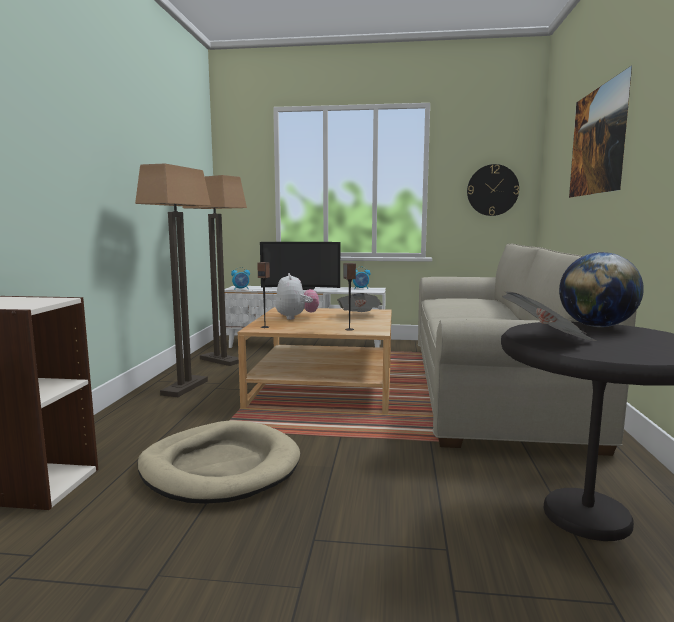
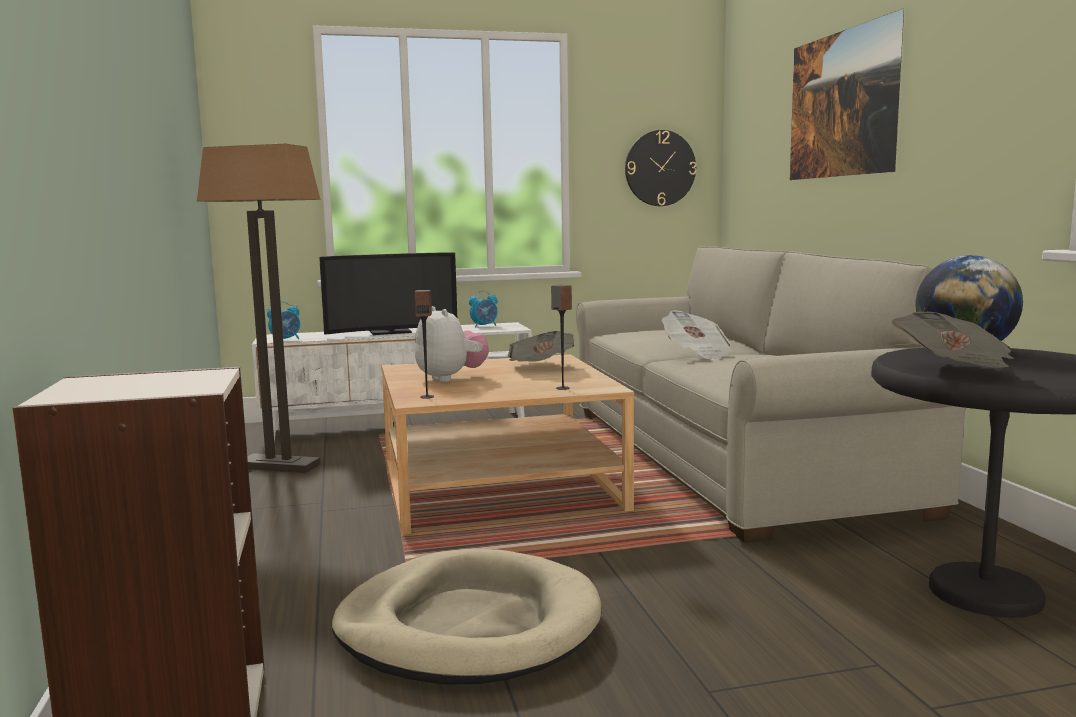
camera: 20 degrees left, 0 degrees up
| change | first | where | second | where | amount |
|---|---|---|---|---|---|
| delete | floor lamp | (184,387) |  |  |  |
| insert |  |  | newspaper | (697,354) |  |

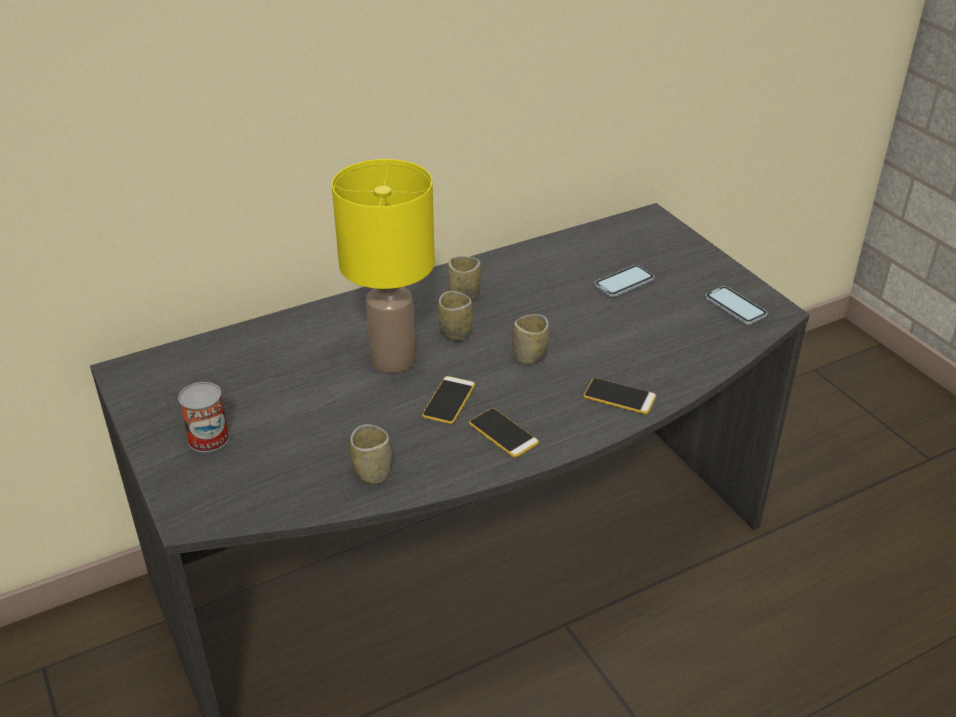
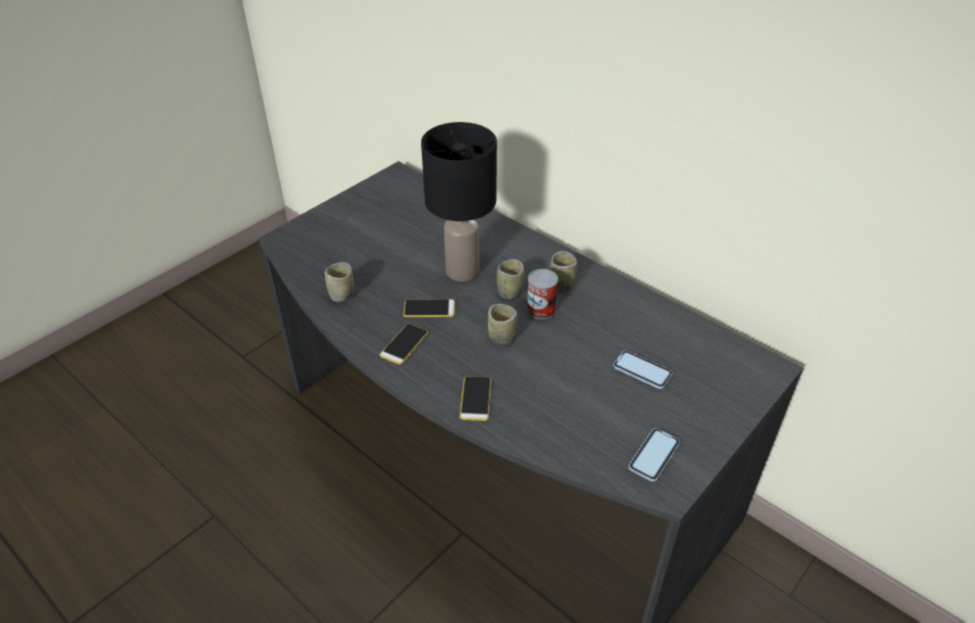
camera: 70 degrees right, 5 degrees up
| change | first | where | second | where | amount |
|---|---|---|---|---|---|
| move | can | (208,438) |  | (541,309) |  |
| recolor | yellow table lamp | (394,360) | black table lamp | (462,272) |  |

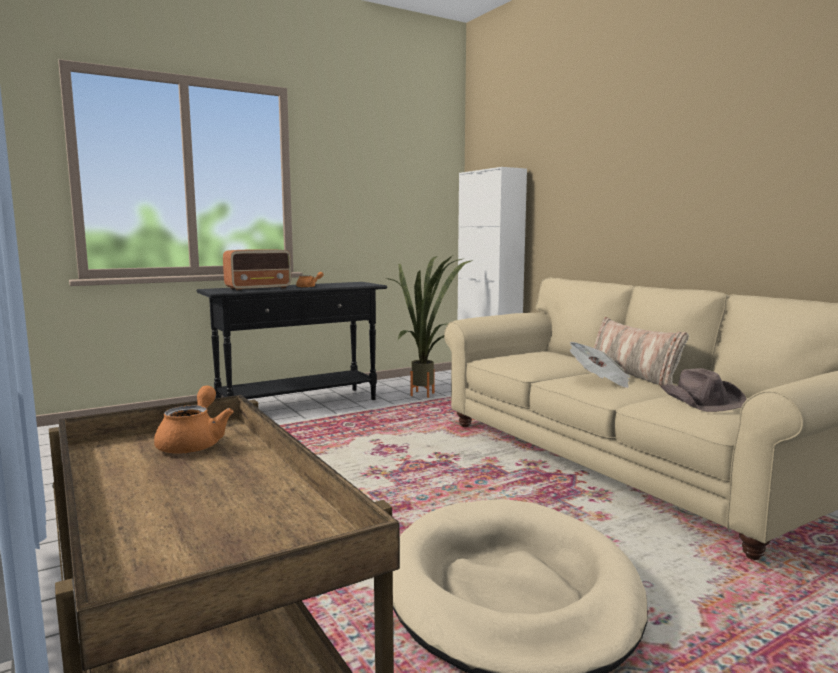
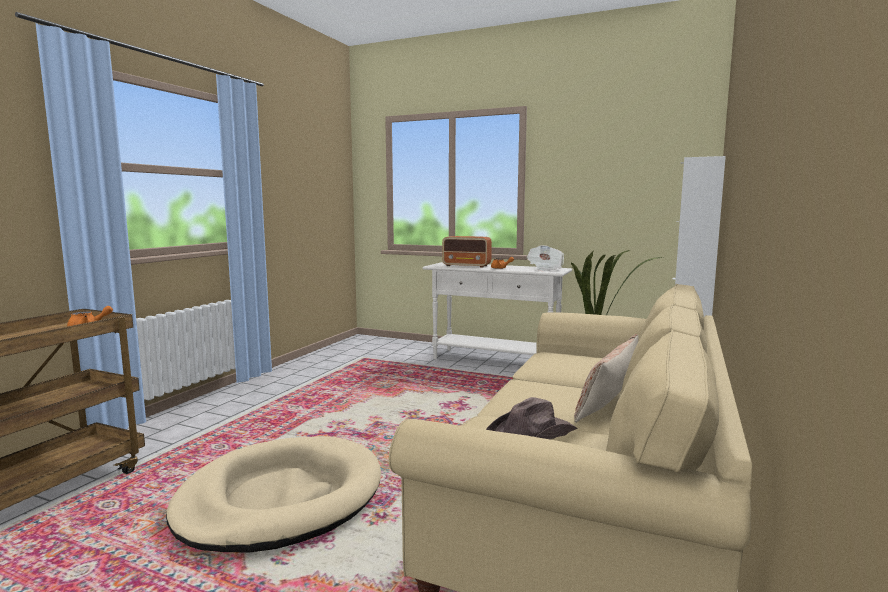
camera: 55 degrees right, 0 degrees up
| change | first | where | second | where | amount |
|---|---|---|---|---|---|
| recolor | black console table | (299,404) | white console table | (495,361) |  |
| move | newspaper | (600,381) |  | (545,269) |  |

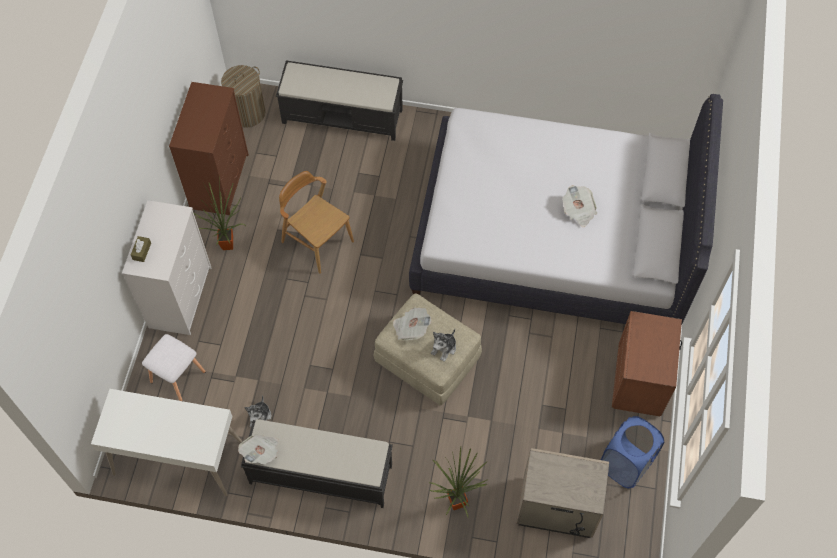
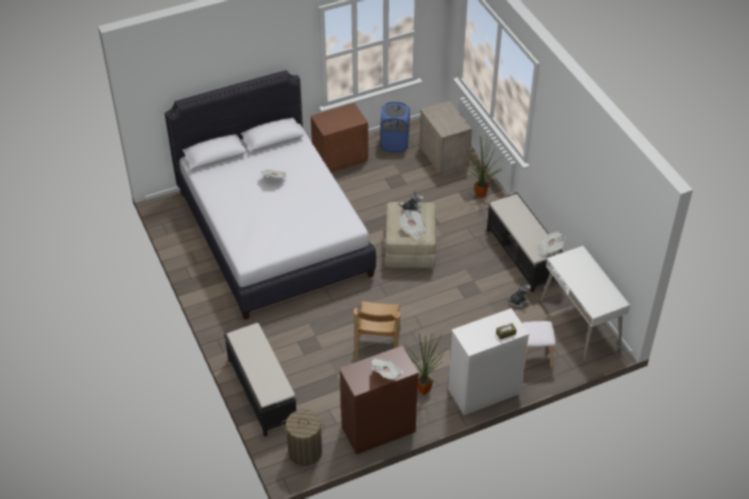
camera: 125 degrees left, 15 degrees down
| change | first | where | second | where | amount |
|---|---|---|---|---|---|
| insert |  |  | newspaper | (387,374) |  |

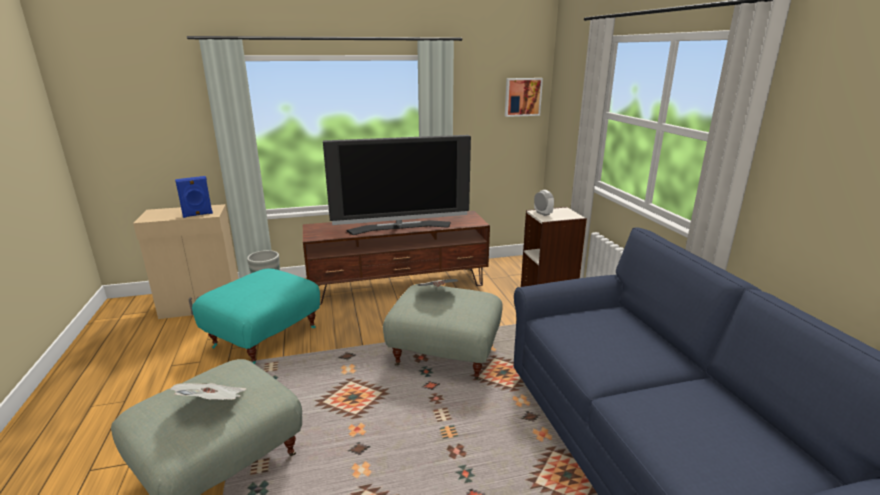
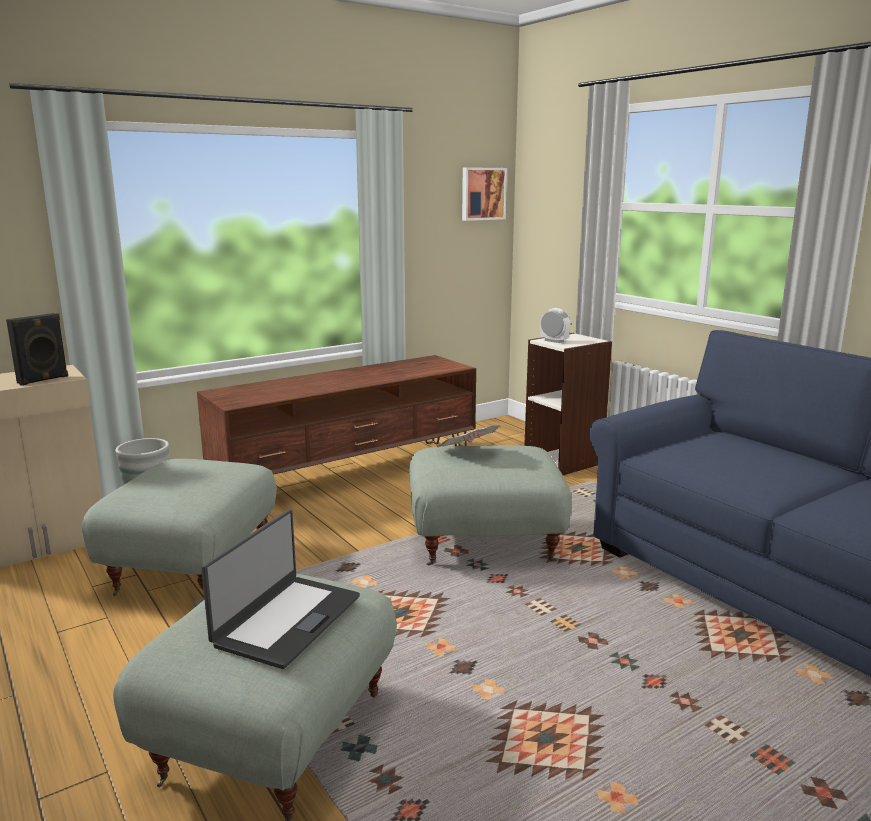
camera: 20 degrees left, 5 degrees down
| change | first | where | second | where | amount |
|---|---|---|---|---|---|
| replace | newspaper | (214,404) | laptop | (286,620) |  |
| recolor | blue speaker | (197,215) | black speaker | (43,380) |  |
| recolor | turquoise ottoman | (264,337) | grey ottoman | (191,567) |  |
| delete | television | (400,228) |  |  |  |

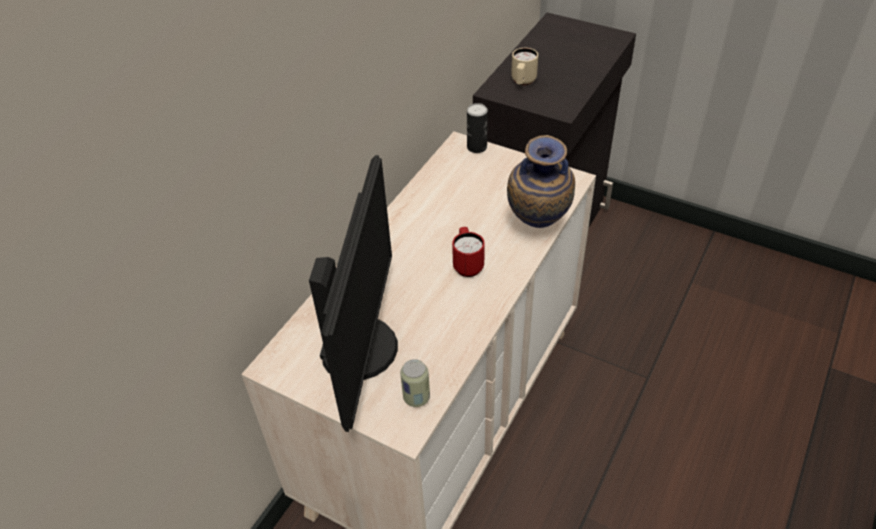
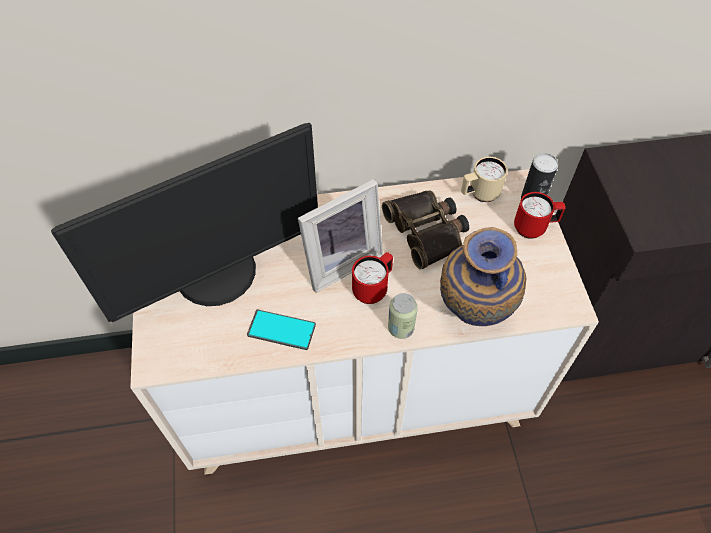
camera: 50 degrees right, 10 degrees up
| change | first | where | second | where | amount |
|---|---|---|---|---|---|
| move | can | (416,398) |  | (400,328) |  |
| move | beige mug | (522,82) |  | (479,194) |  |
| insert |  |  | phone | (281,330) |  |
| insert |  |  | picture frame | (340,261) |  |
| insert |  |  | binoculars | (427,231) |  |
| insert |  |  | red mug | (534,228) |  |

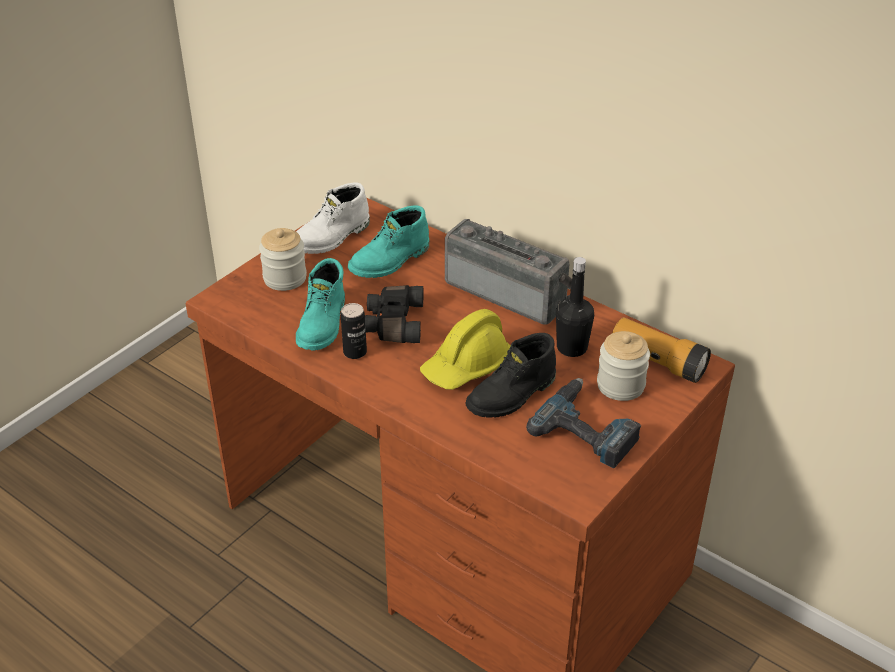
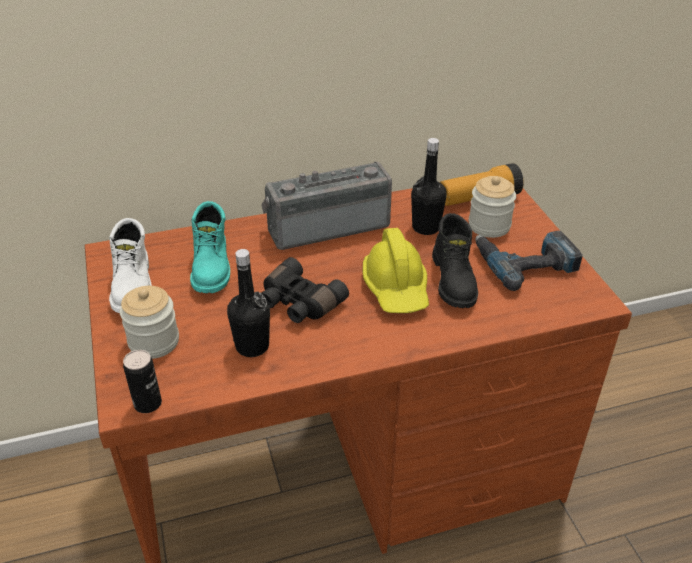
camera: 55 degrees left, 0 degrees up
| change | first | where | second | where | amount |
|---|---|---|---|---|---|
| replace | turquoise boot | (323,324) | black bottle | (252,346) |  |
| move | can | (355,352) |  | (148,403) |  |

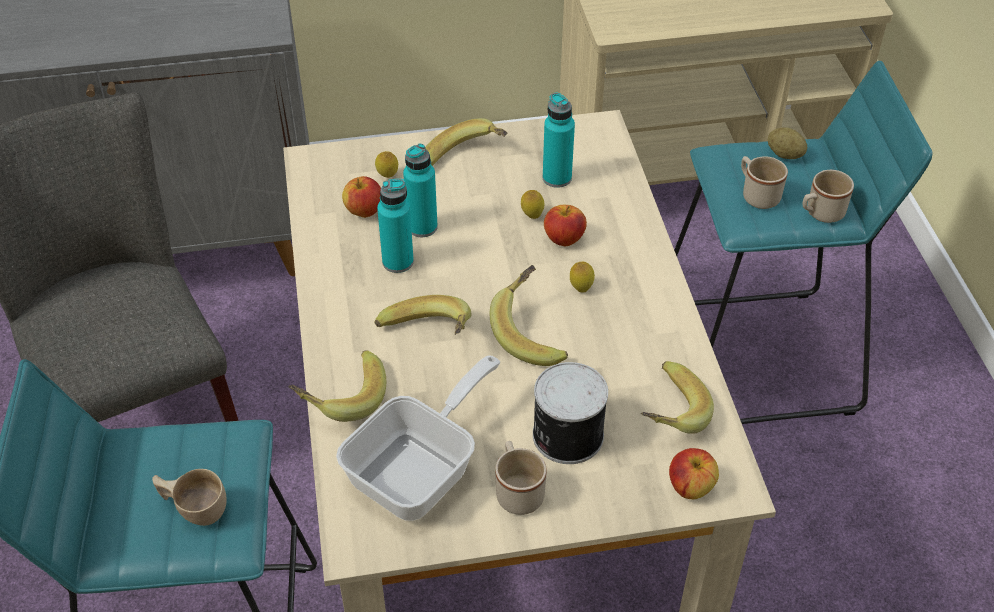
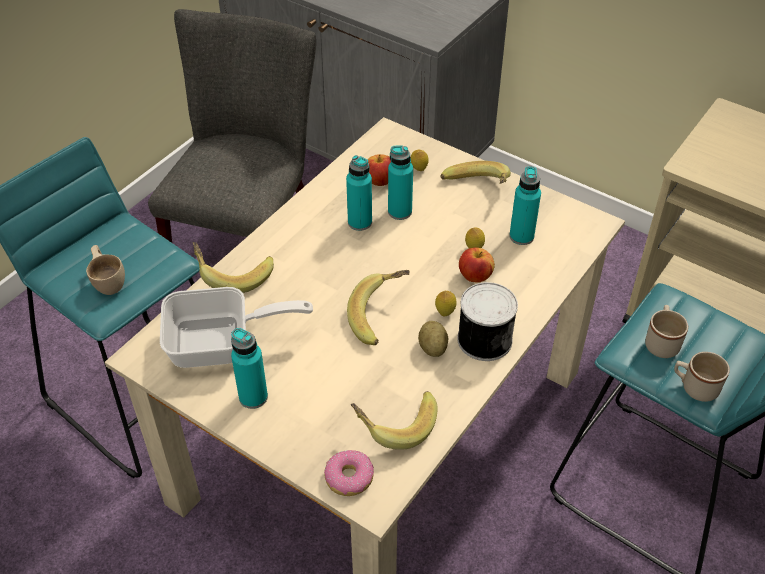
camera: 45 degrees right, 0 degrees up
| change | first | where | second | where | amount |
|---|---|---|---|---|---|
| delete | banana | (427,338) |  |  |  |
| replace | beige mug | (517,490) | turquoise bottle | (253,397) |  |
| move | can | (566,435) |  | (483,338) |  |
| replace | apple | (690,487) | donut | (349,478) |  |
| move | potato | (784,154) |  | (432,348) |  |

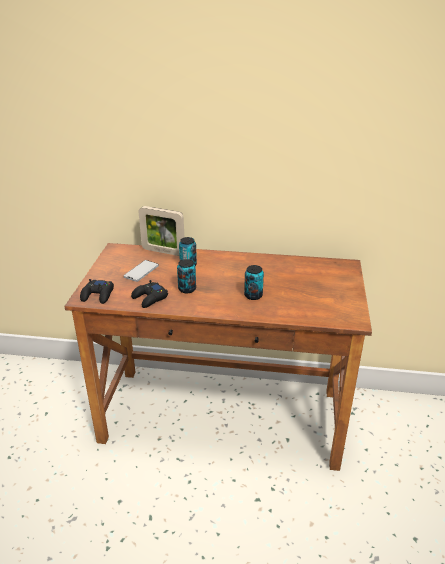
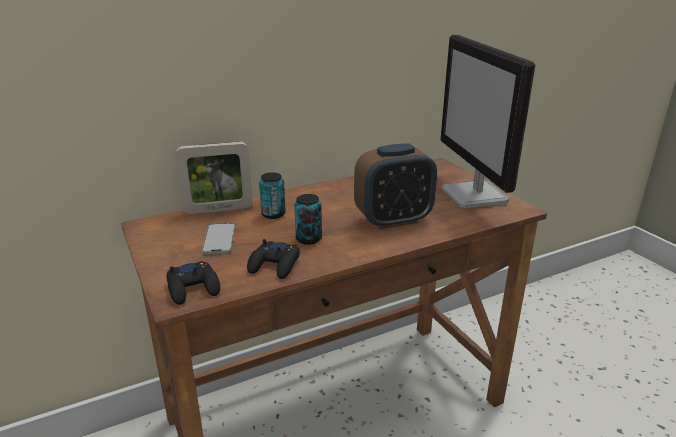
camera: 35 degrees left, 5 degrees down
| change | first | where | second | where | amount |
|---|---|---|---|---|---|
| replace | can | (253,295) | alarm clock | (393,220) |  |
| insert |  |  | monitor | (475,196) |  |

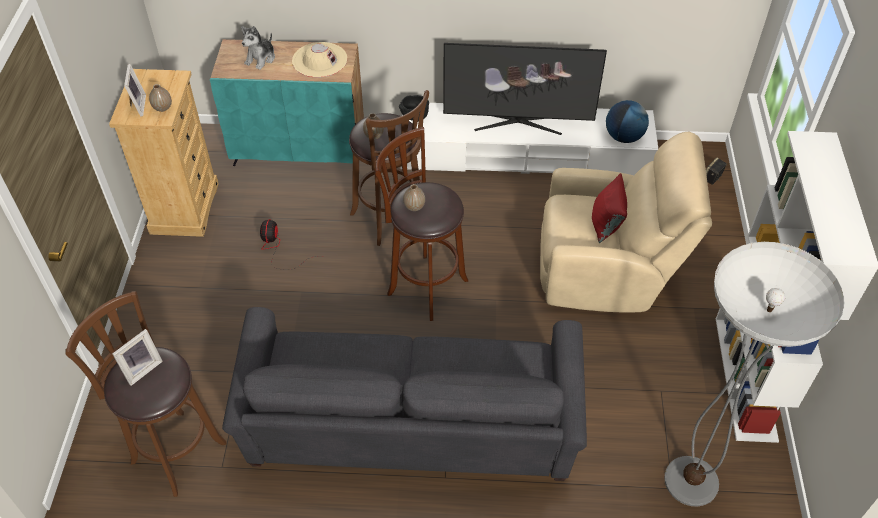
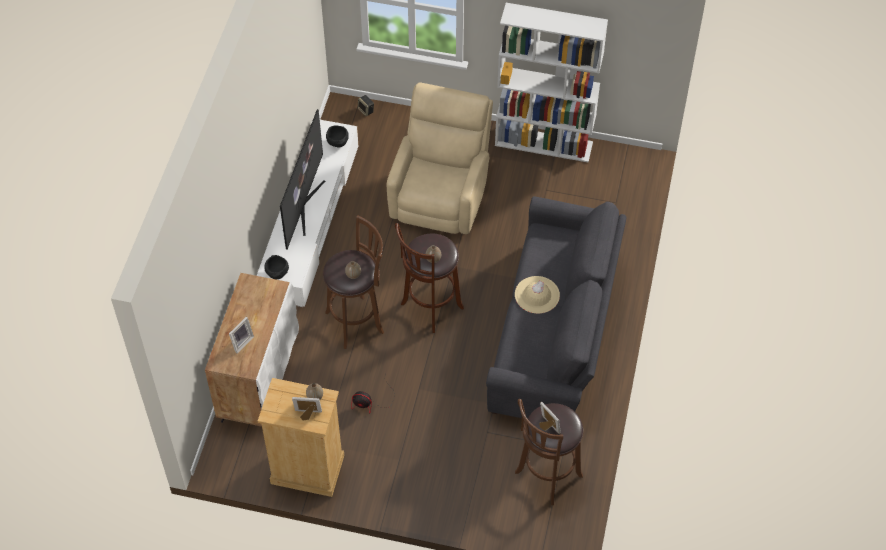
camera: 80 degrees left, 5 degrees up
| change | first | where | second | where | amount |
|---|---|---|---|---|---|
| recolor | turquoise cabinet | (300,150) | white cabinet | (259,378) |  |
| replace | plush toy | (261,59) | picture frame | (241,342) |  |
| move | beige hat | (319,60) |  | (537,295) |  |
| delete | red pillow | (606,224) |  |  |  |
| replace | globe | (623,137) | black bowl | (338,143) |  |
| delete | floor lamp | (691,481) |  |  |  |

